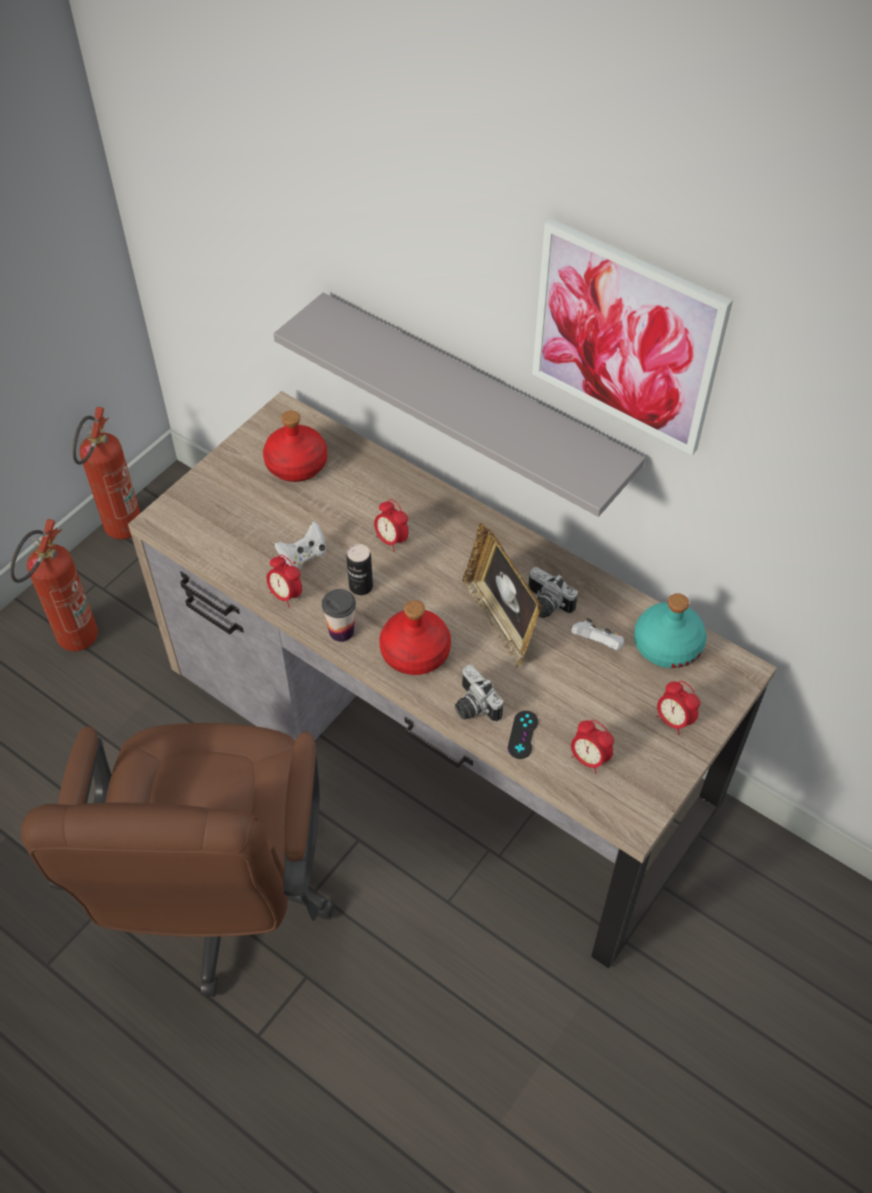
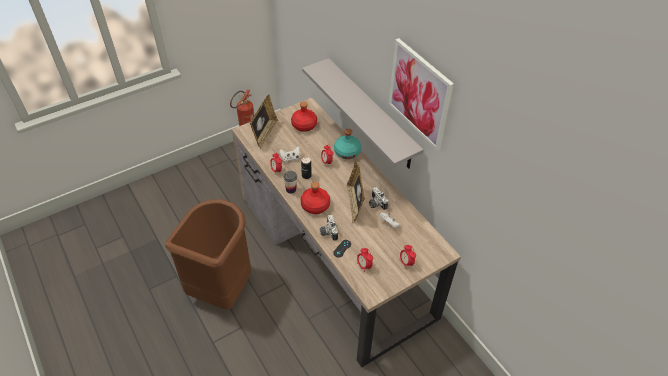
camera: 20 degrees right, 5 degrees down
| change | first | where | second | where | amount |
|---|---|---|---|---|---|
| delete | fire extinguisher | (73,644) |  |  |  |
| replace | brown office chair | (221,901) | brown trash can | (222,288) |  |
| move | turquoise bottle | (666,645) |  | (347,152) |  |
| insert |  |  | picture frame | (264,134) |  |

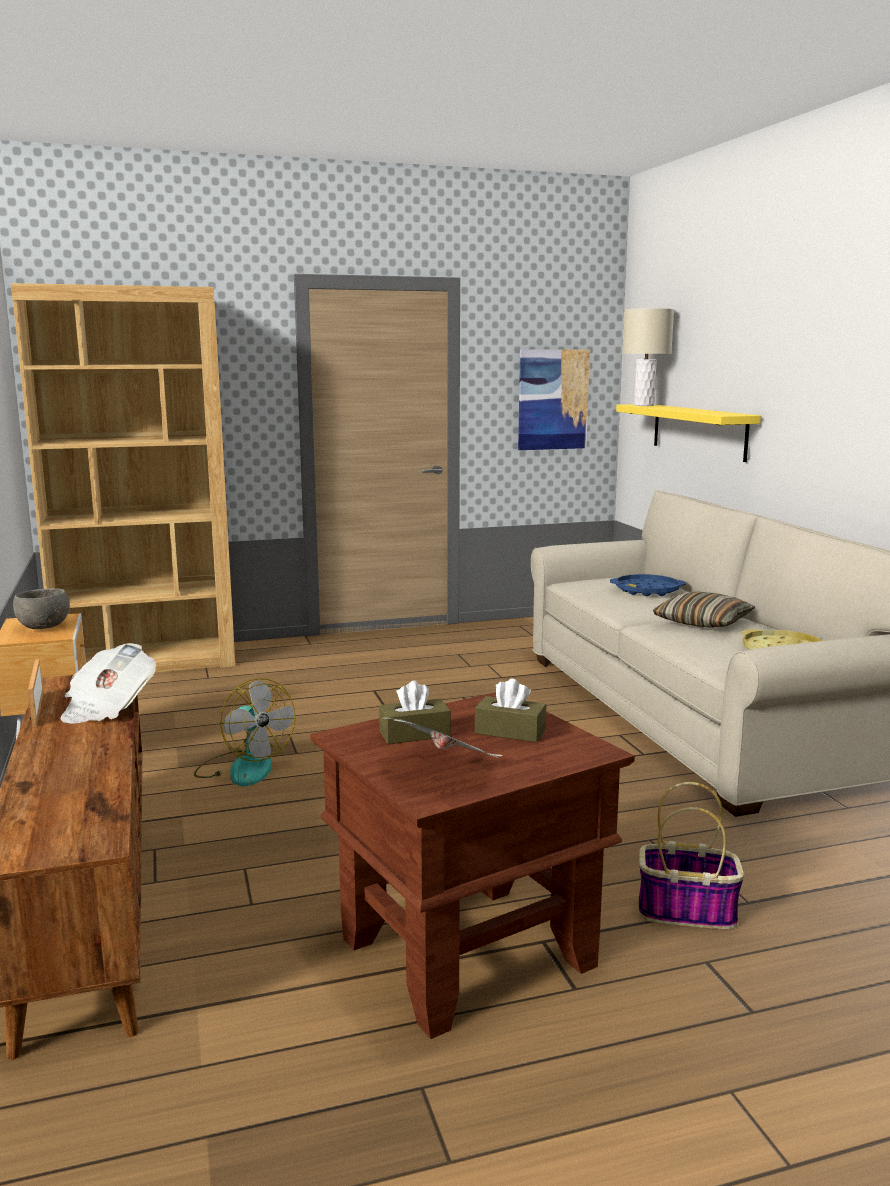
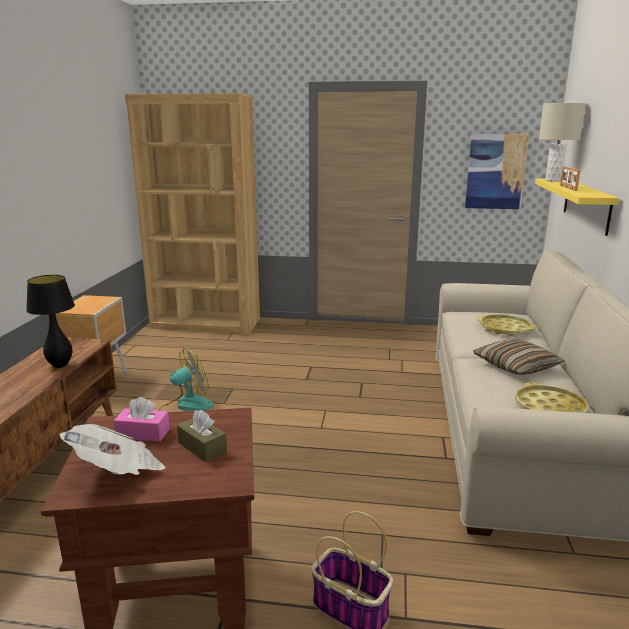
camera: 25 degrees right, 5 degrees up
| change | first | where | second | where | amount |
|---|---|---|---|---|---|
| delete | grey bowl | (45,627) |  |  |  |
| move | picture frame | (36,709) |  | (567,188) |  |
| replace | newspaper | (107,708) | black table lamp | (60,365) |  |
| rotate | fan | (243,767) |  | (186,407) | 105 degrees counterclockwise |
| recolor | brown tissue box | (414,734) | pink tissue box | (143,433) |  |
| recolor | blue tray | (647,590) | yellow tray | (504,329) |  |

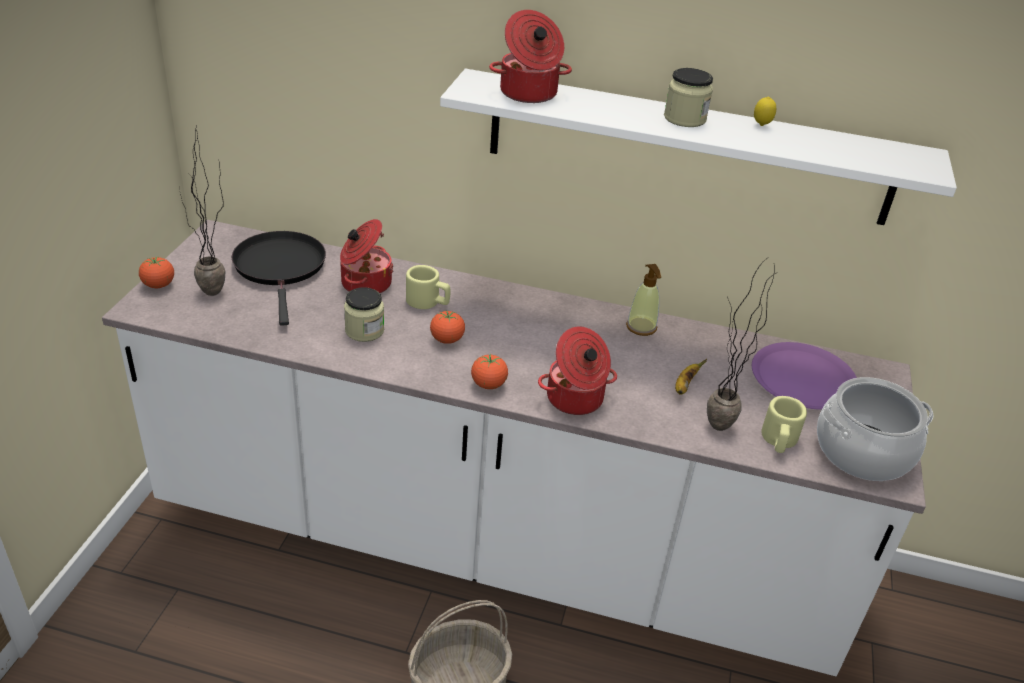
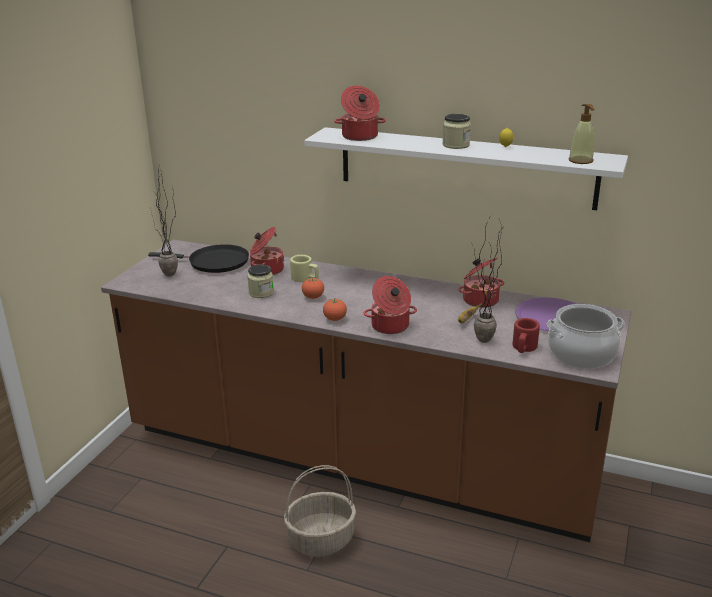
camera: 10 degrees right, 10 degrees down
| change | first | where | second | where | amount |
|---|---|---|---|---|---|
| recolor | white counter | (494,545) | brown counter | (358,459) |  |
| delete | tomato | (158,285) |  |  |  |
| rotate | black frying pan | (281,268) |  | (214,262) | 105 degrees clockwise |
| move | soap dispenser | (641,327) |  | (580,161) |  |
| recolor | beige mug | (779,440) | red mug | (523,348) |  |
| insert |  |  | cooking pot | (480,300) |  |

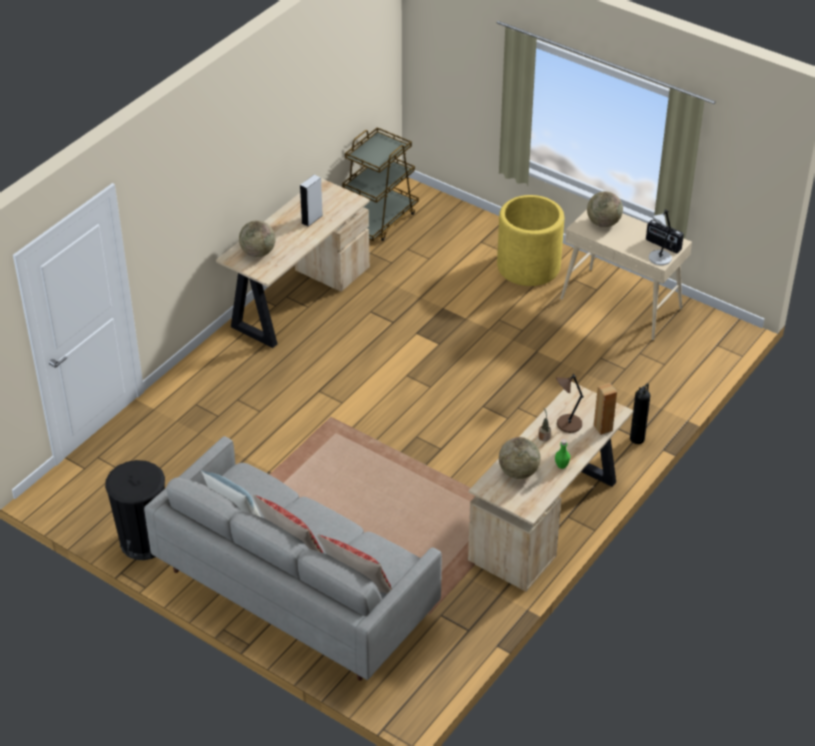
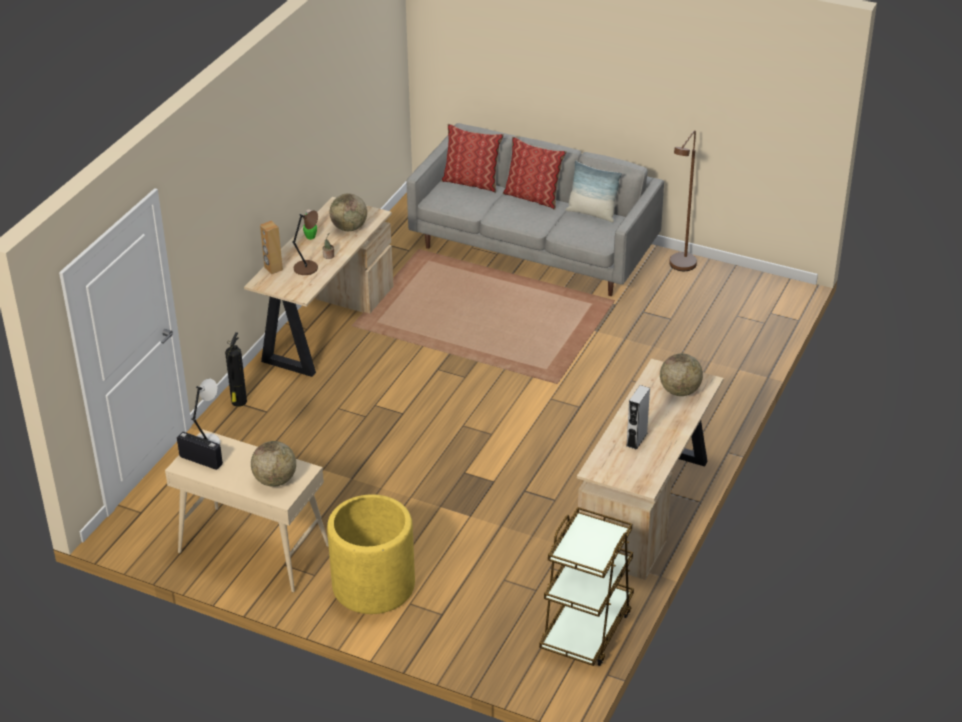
camera: 170 degrees right, 5 degrees down
| change | first | where | second | where | amount |
|---|---|---|---|---|---|
| replace | black trash can | (144,542) | brown floor lamp | (680,267) |  |

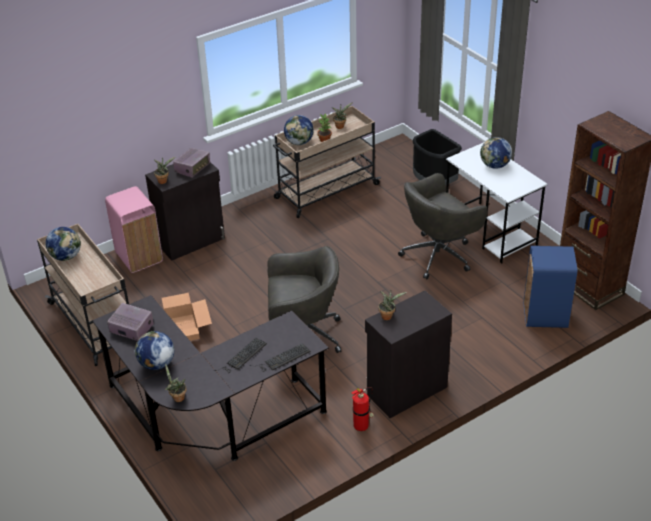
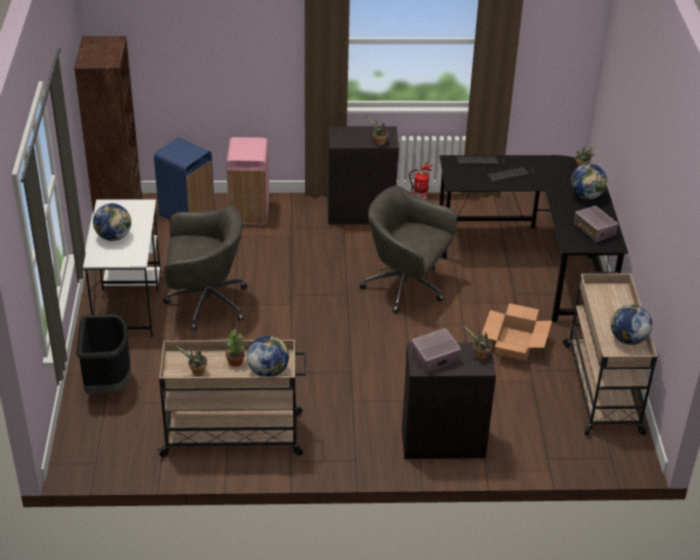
camera: 150 degrees left, 0 degrees up
| change | first | where | second | where | amount |
|---|---|---|---|---|---|
| move | pink trash can | (138,257) |  | (249,211) |  |

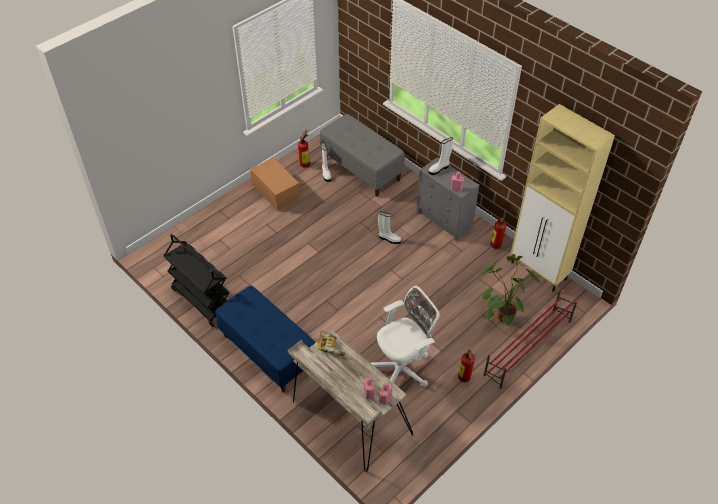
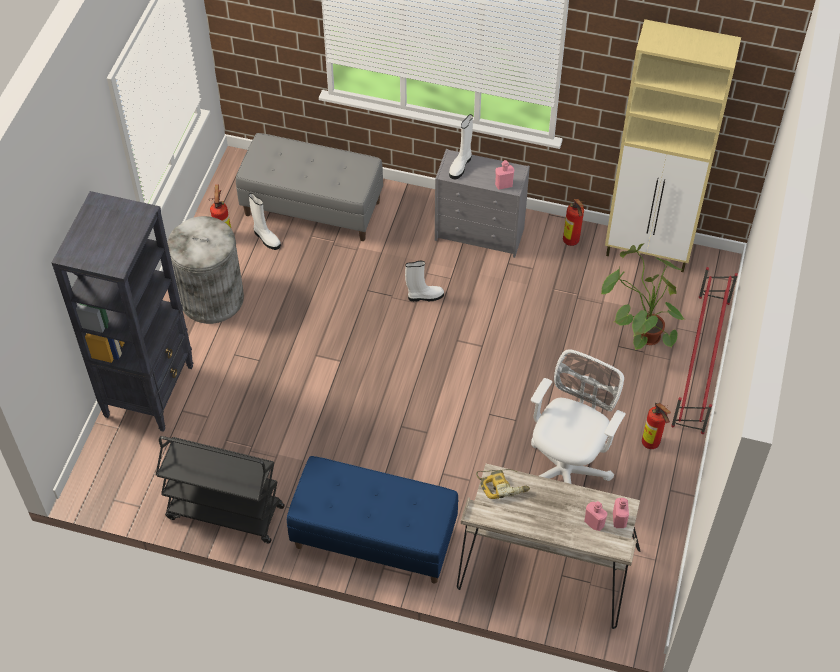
camera: 30 degrees left, 5 degrees up
| change | first | where | second | where | amount |
|---|---|---|---|---|---|
| replace | cardboard box | (276,191) | grey trash can | (211,298) |  |
| insert |  |  | black bookcase | (150,390) |  |

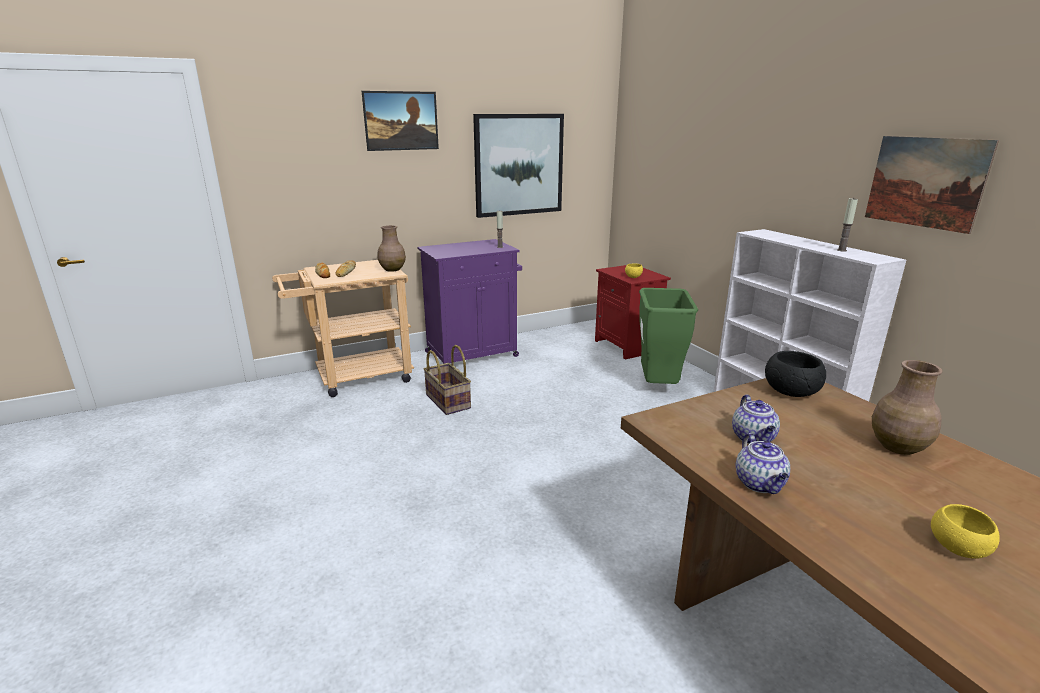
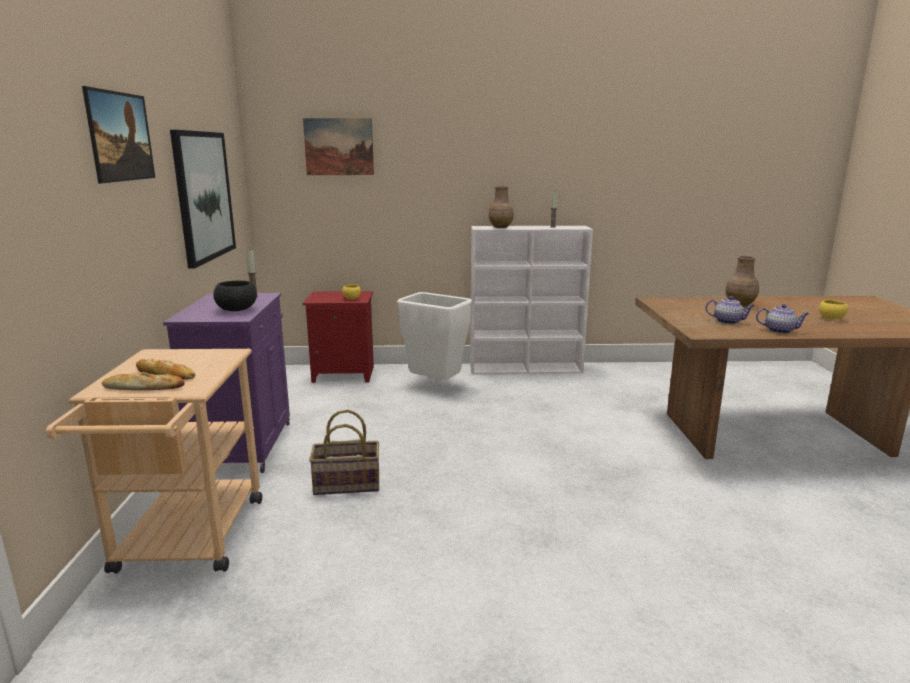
camera: 65 degrees left, 5 degrees down
| change | first | where | second | where | amount |
|---|---|---|---|---|---|
| move | brown vase | (392,269) |  | (501,227) |  |
| recolor | green trash can | (658,387) | white trash can | (436,385) |  |
| move | black bowl | (790,392) |  | (236,309) |  |
| move | picture | (925,182) |  | (339,147) |  |

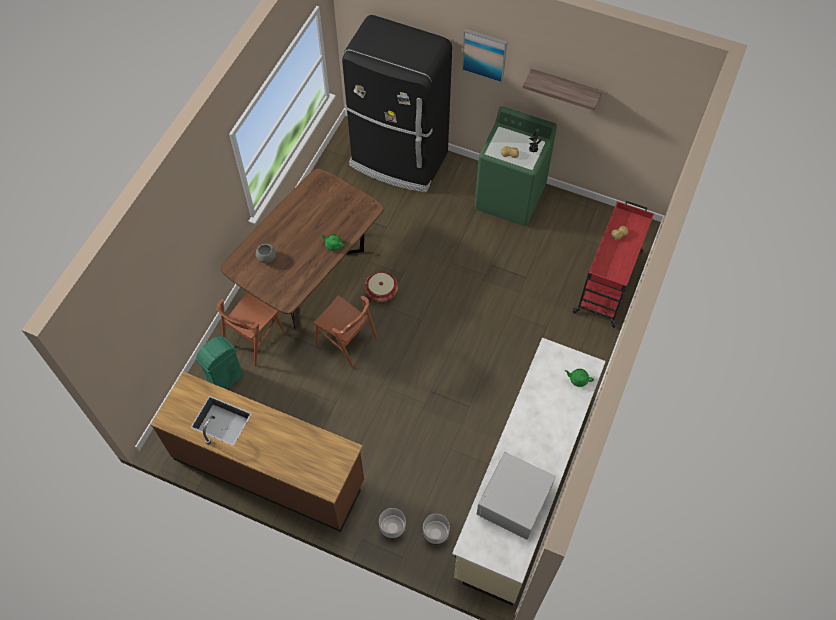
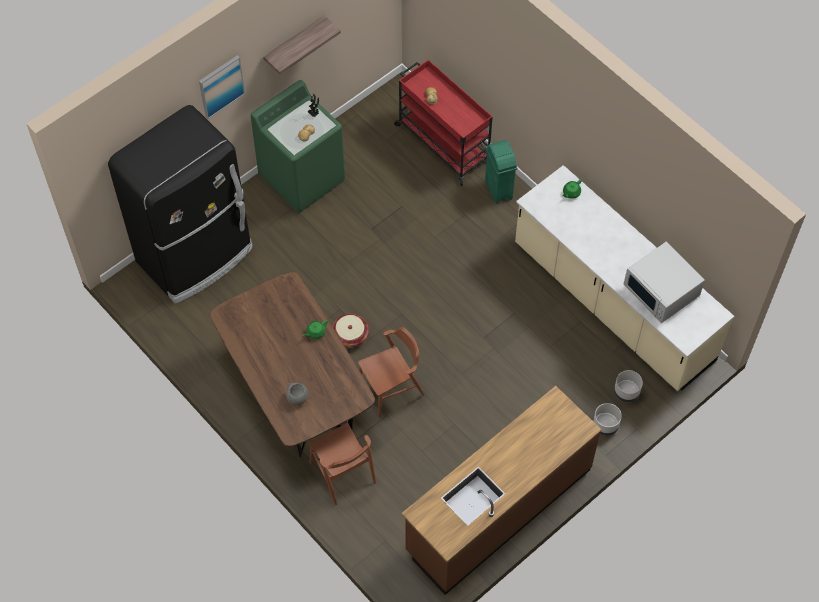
camera: 65 degrees left, 0 degrees up
| change | first | where | second | where | amount |
|---|---|---|---|---|---|
| move | green trash can | (225,380) |  | (498,190) |  |

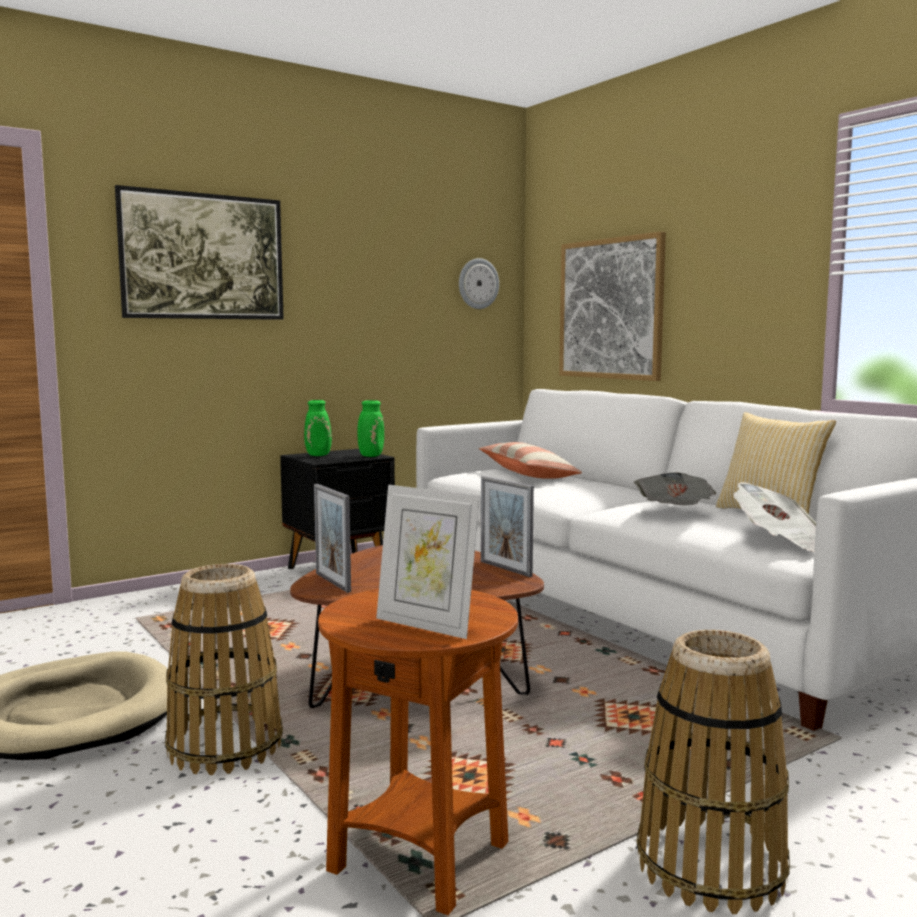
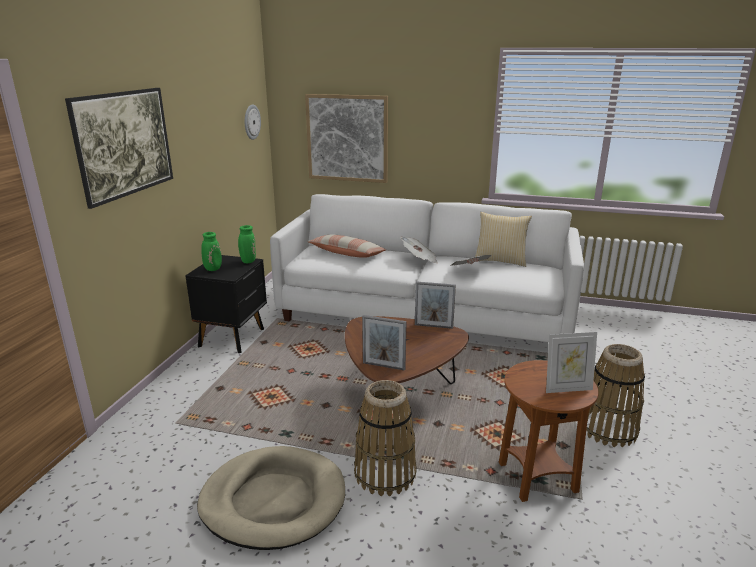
camera: 40 degrees left, 15 degrees up
| change | first | where | second | where | amount |
|---|---|---|---|---|---|
| move | newspaper | (779,541) |  | (419,259) |  |

